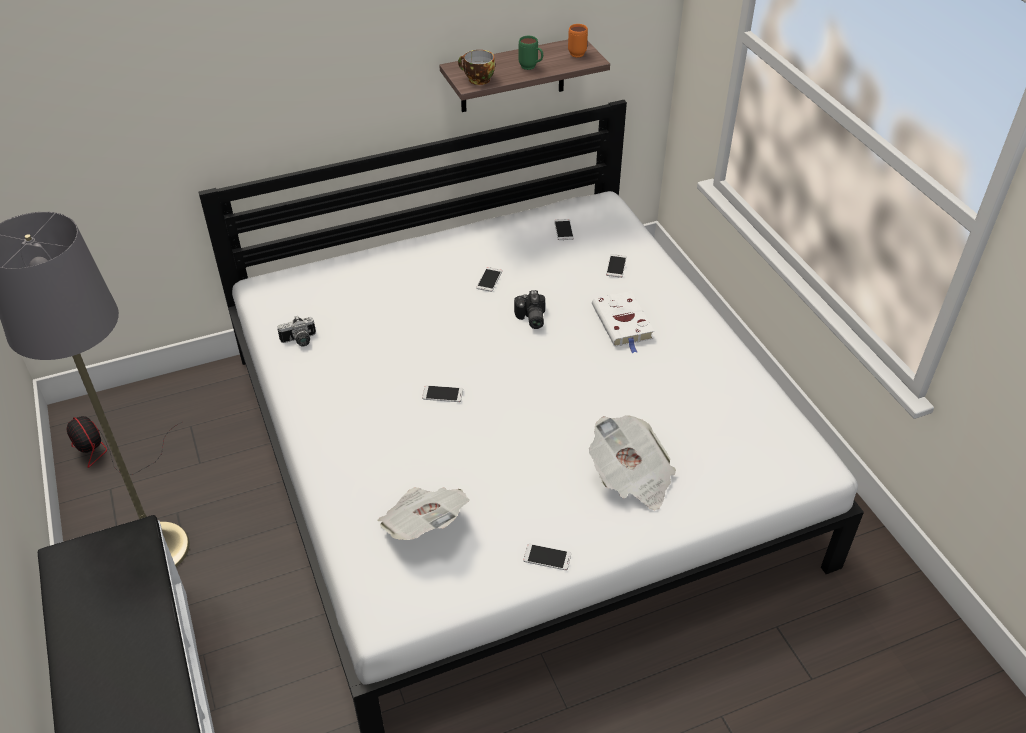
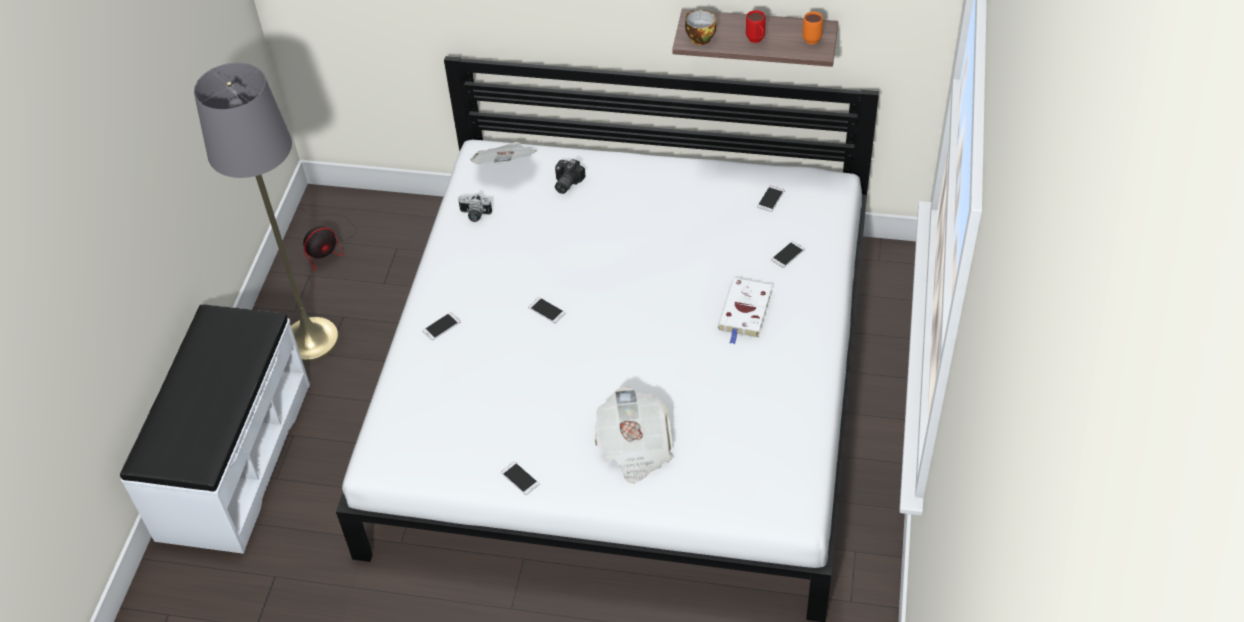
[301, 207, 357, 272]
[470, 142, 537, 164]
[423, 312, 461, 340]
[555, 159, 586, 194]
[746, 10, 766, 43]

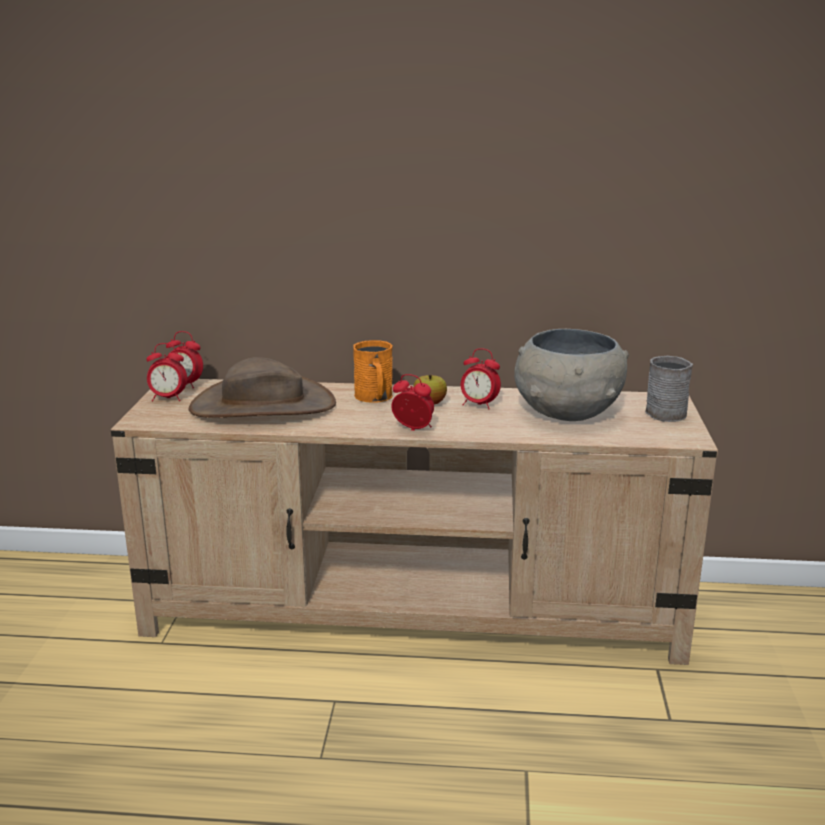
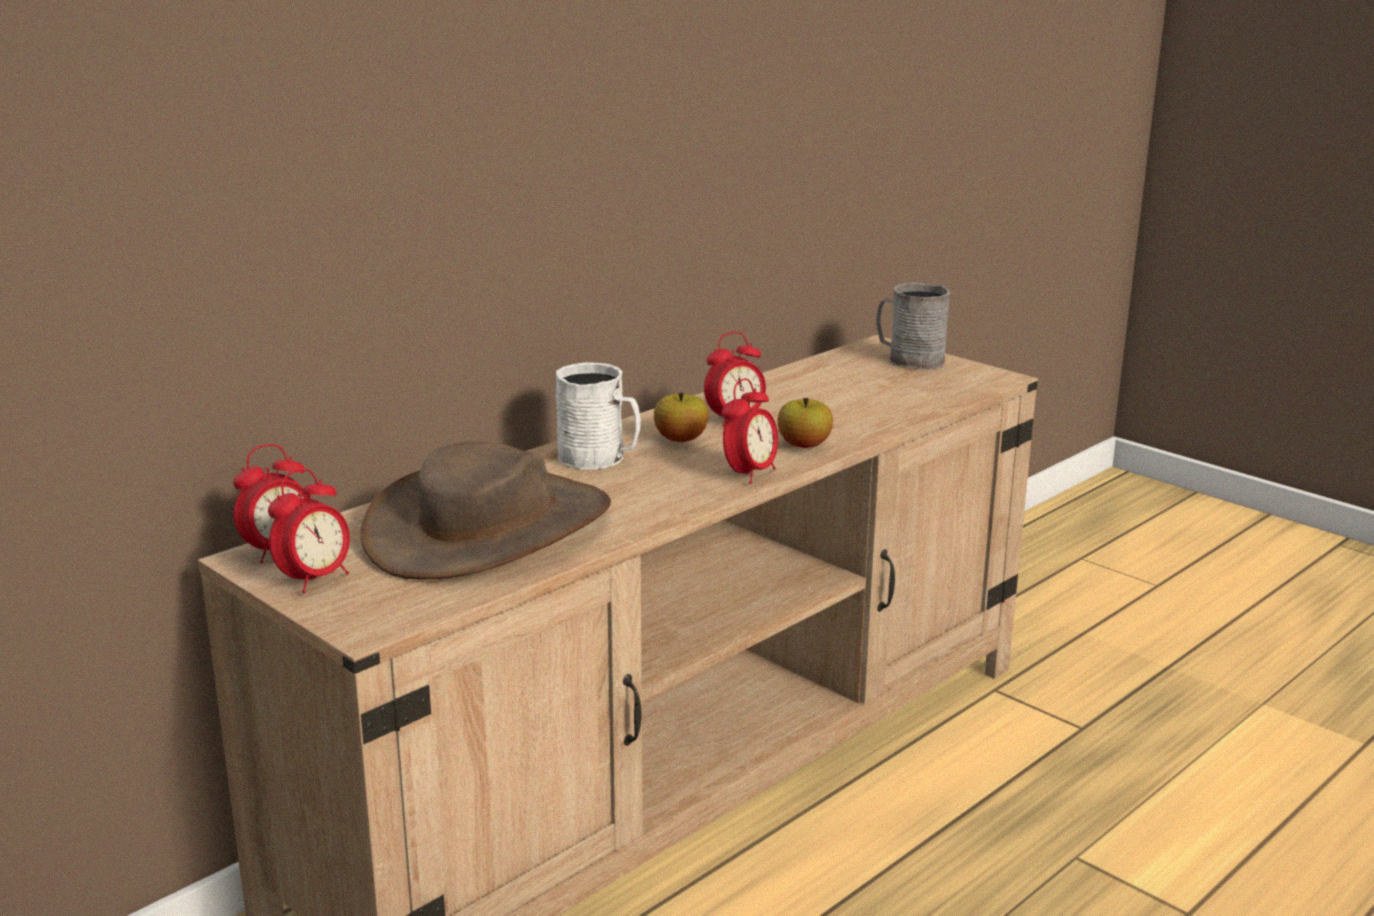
[556, 362, 641, 469]
[722, 378, 778, 484]
[514, 329, 629, 421] (first image)
[778, 398, 833, 448]

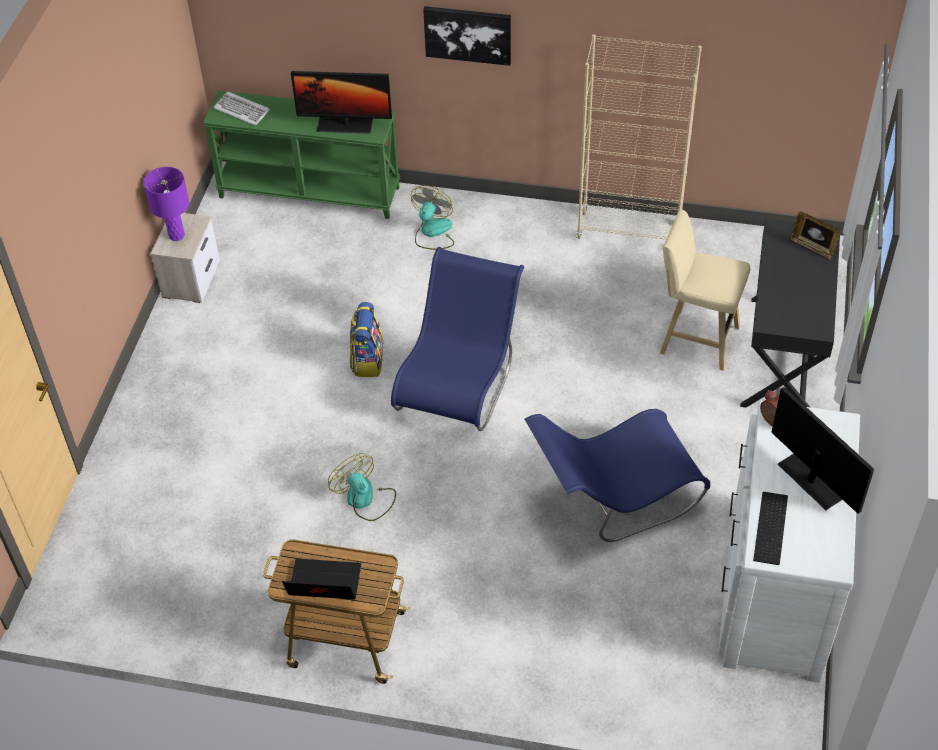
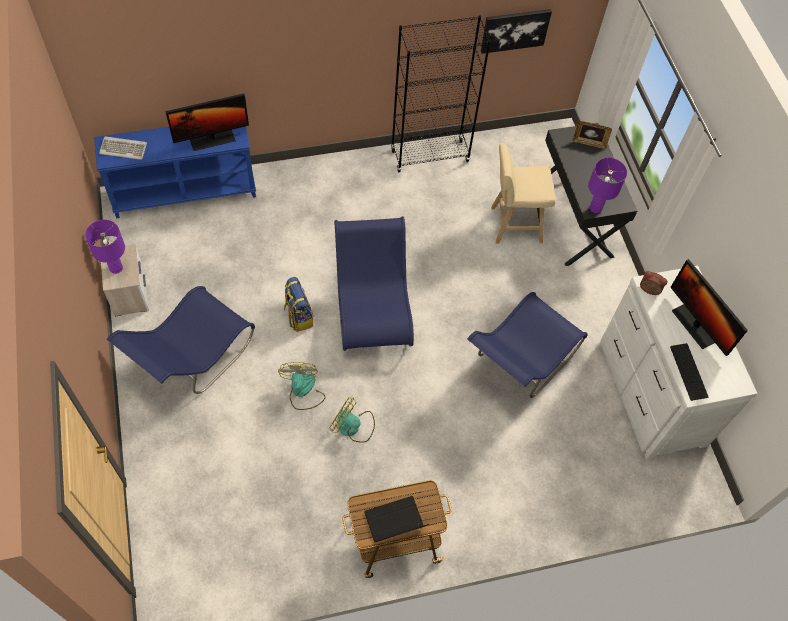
[94, 126, 256, 218]
[278, 362, 325, 410]
[481, 9, 552, 54]
[391, 16, 491, 172]
[671, 259, 748, 356]
[107, 286, 255, 394]
[588, 158, 627, 213]

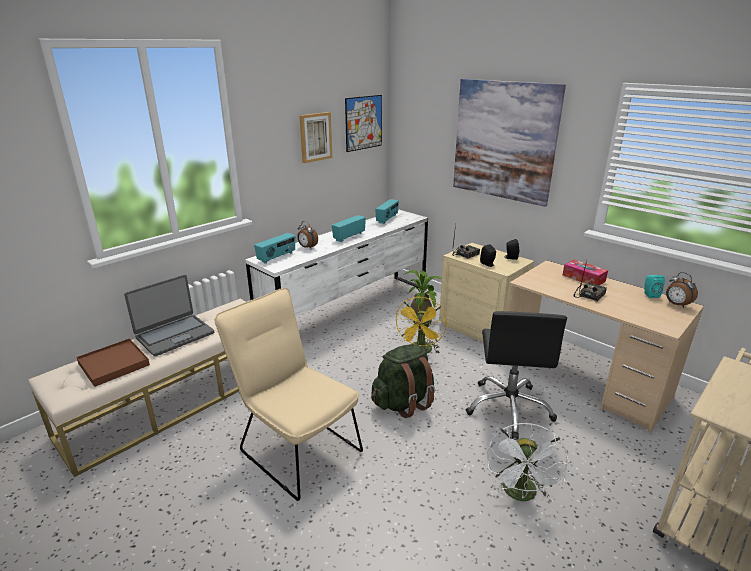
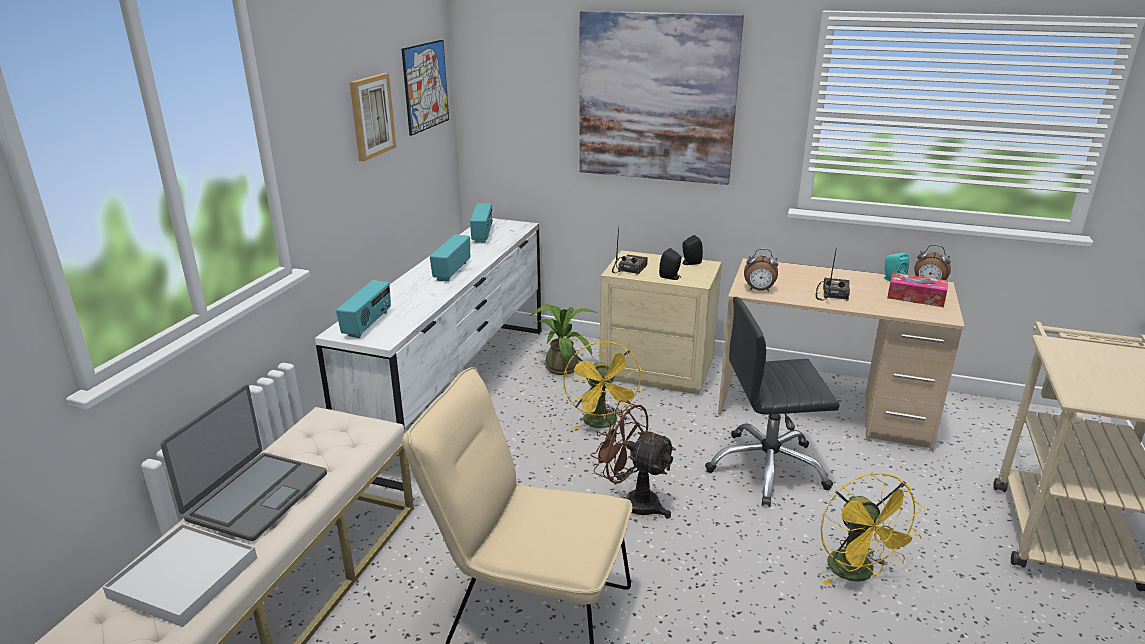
[102, 523, 257, 627]
[744, 249, 778, 292]
[590, 400, 676, 519]
[705, 297, 839, 507]
[821, 473, 925, 586]
[887, 273, 948, 307]

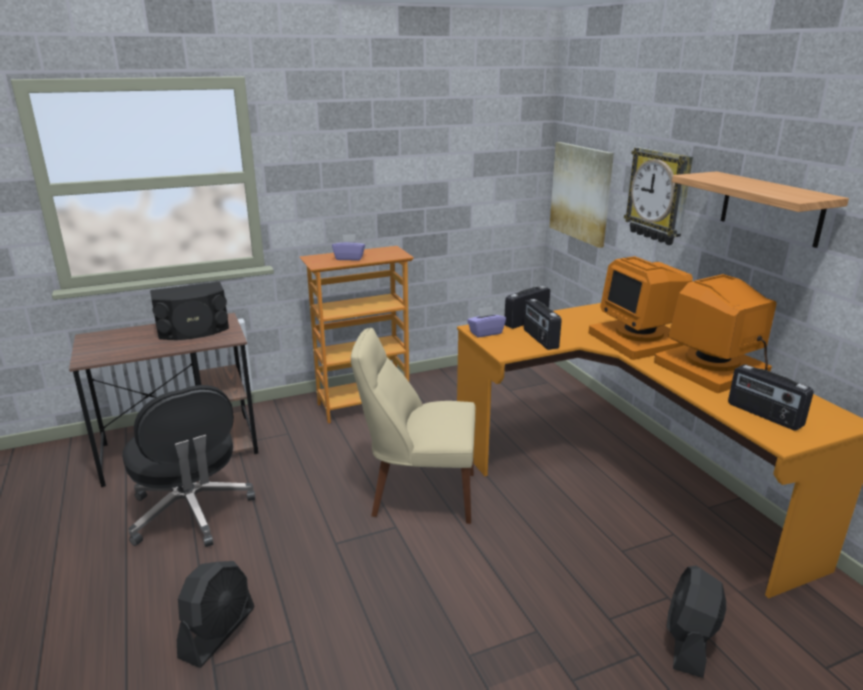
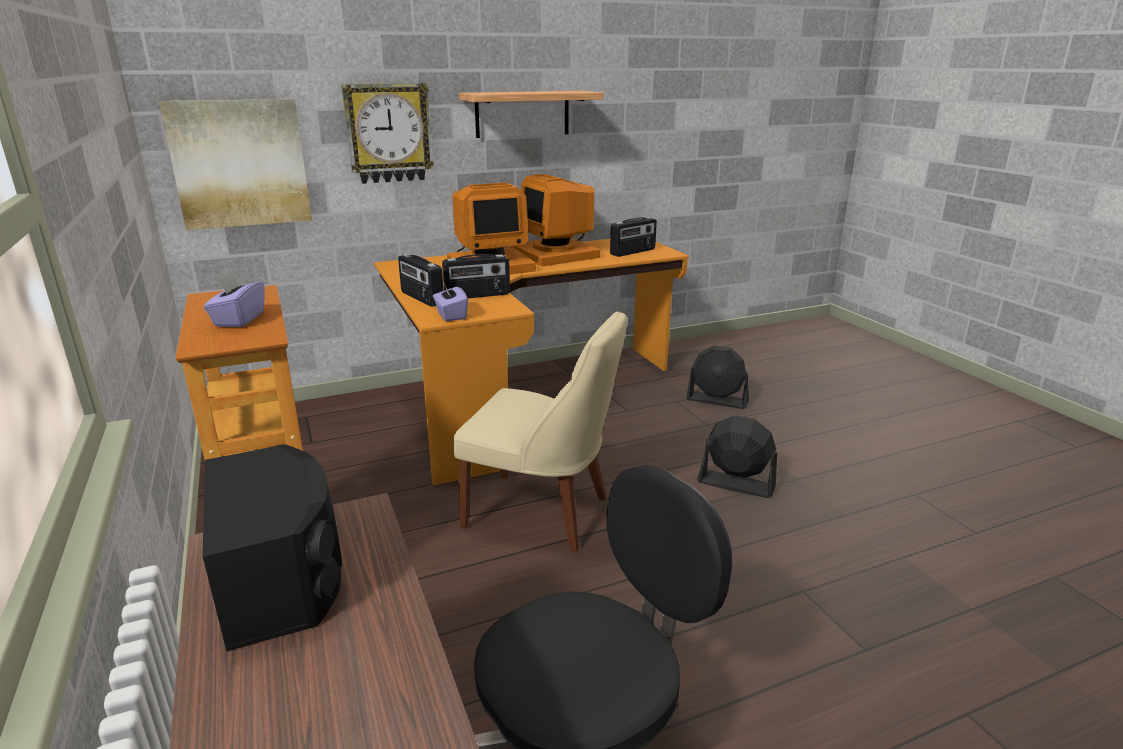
[697, 415, 777, 498]
[454, 312, 627, 552]

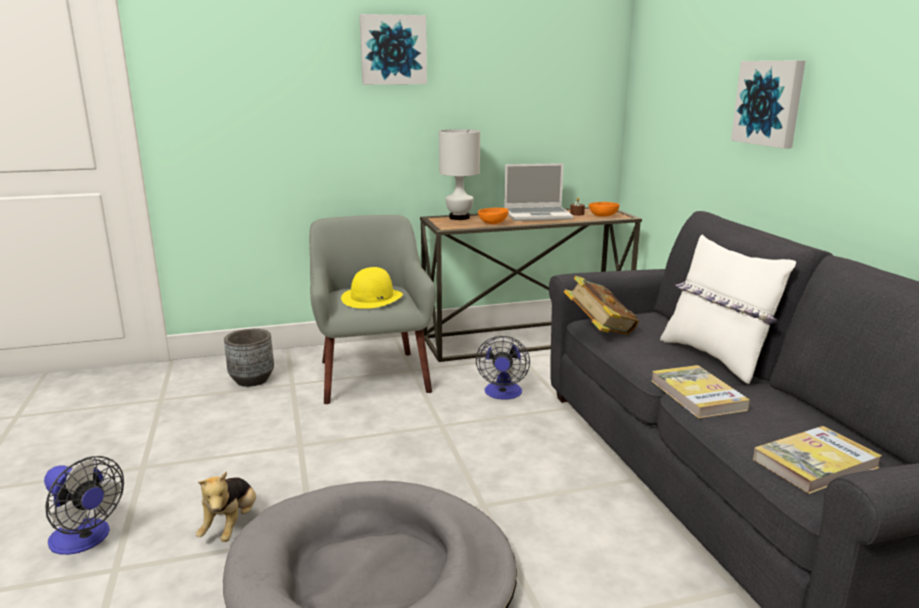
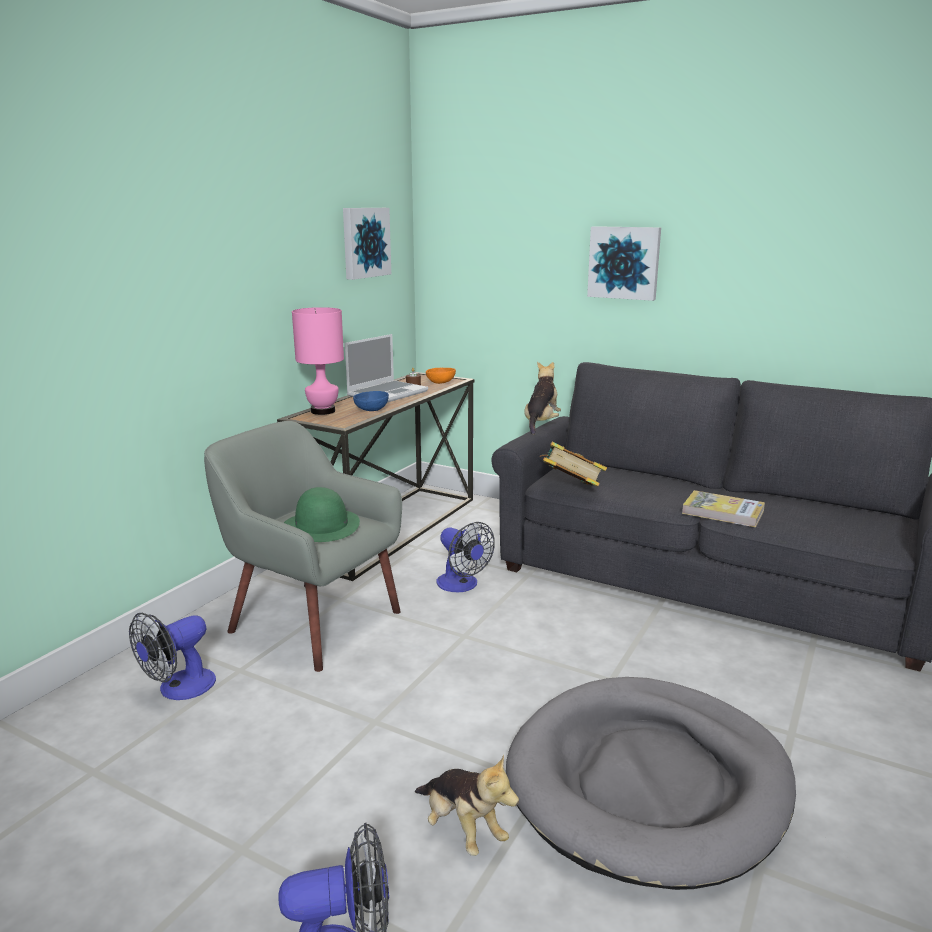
[129, 613, 216, 700]
[284, 487, 360, 542]
[343, 208, 391, 280]
[292, 307, 344, 415]
[353, 391, 389, 411]
[660, 235, 796, 384] (first image)
[753, 426, 882, 494] (first image)
[524, 362, 561, 435]

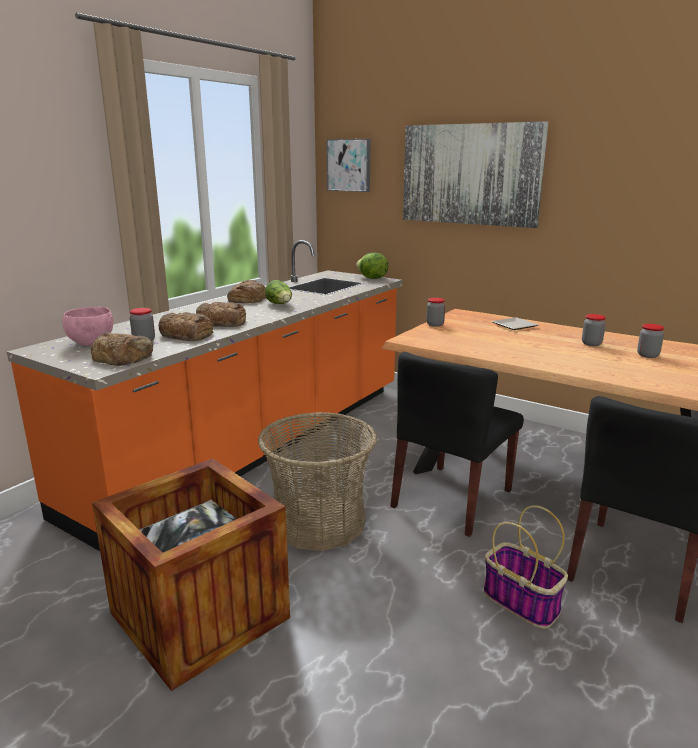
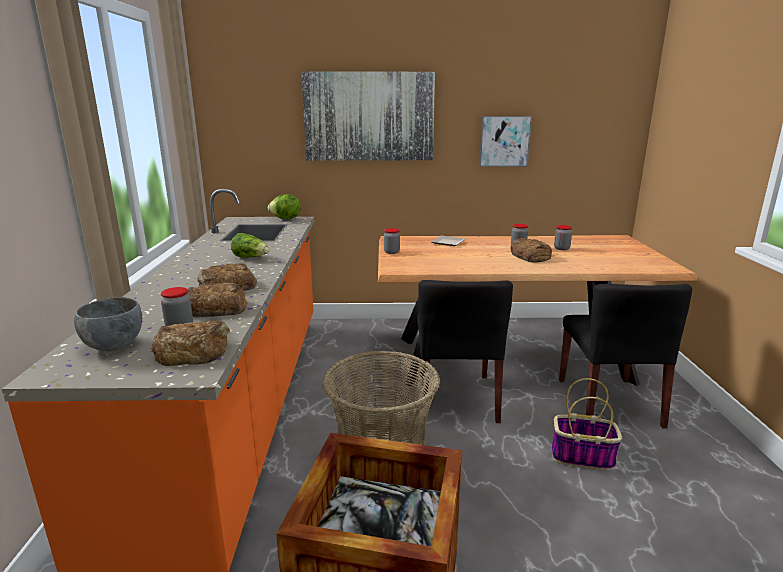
[74, 297, 142, 351]
[510, 238, 552, 263]
[479, 116, 532, 167]

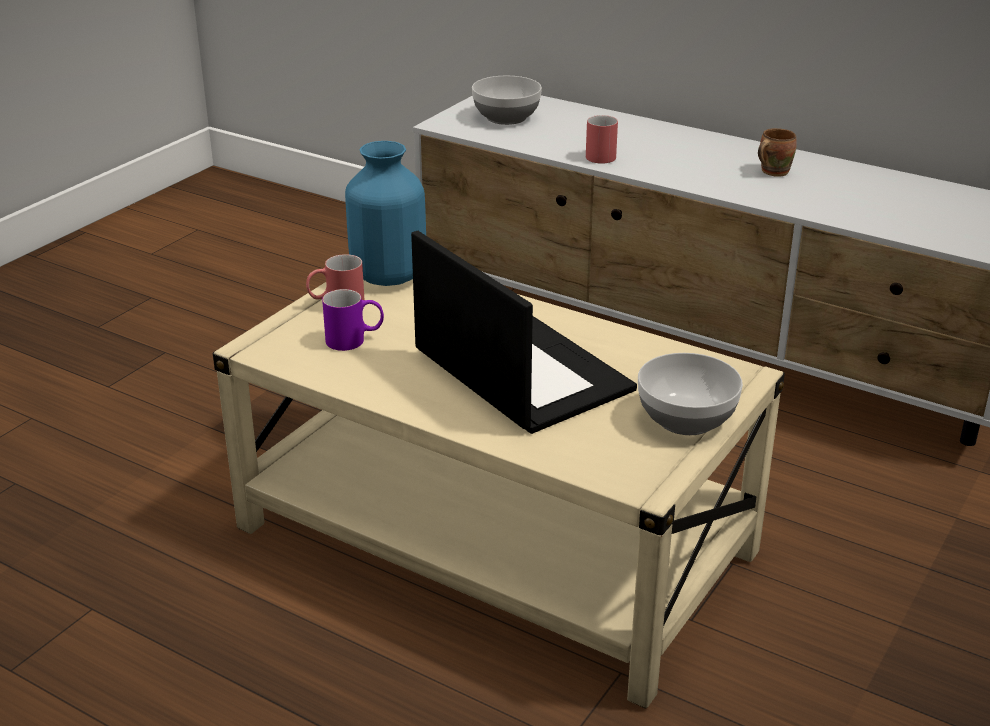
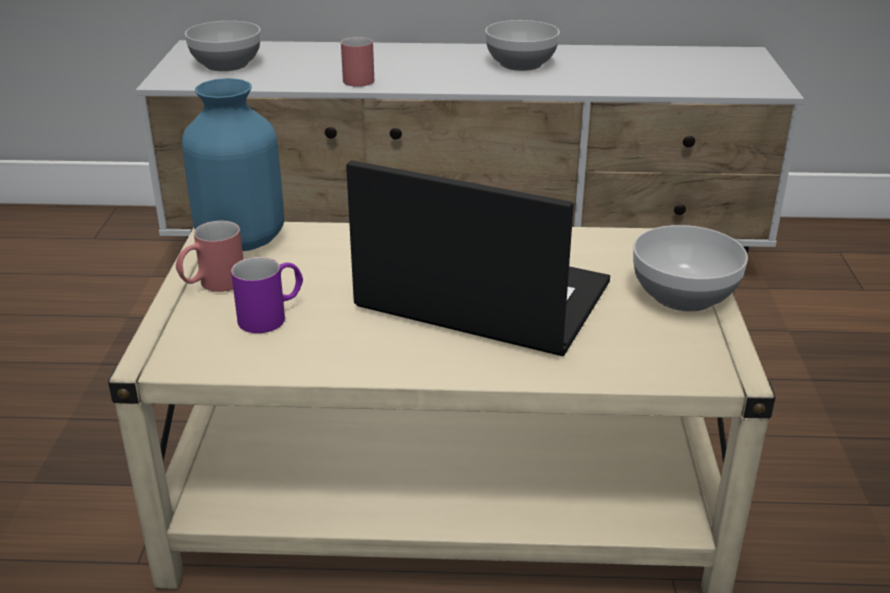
[485, 20, 560, 71]

